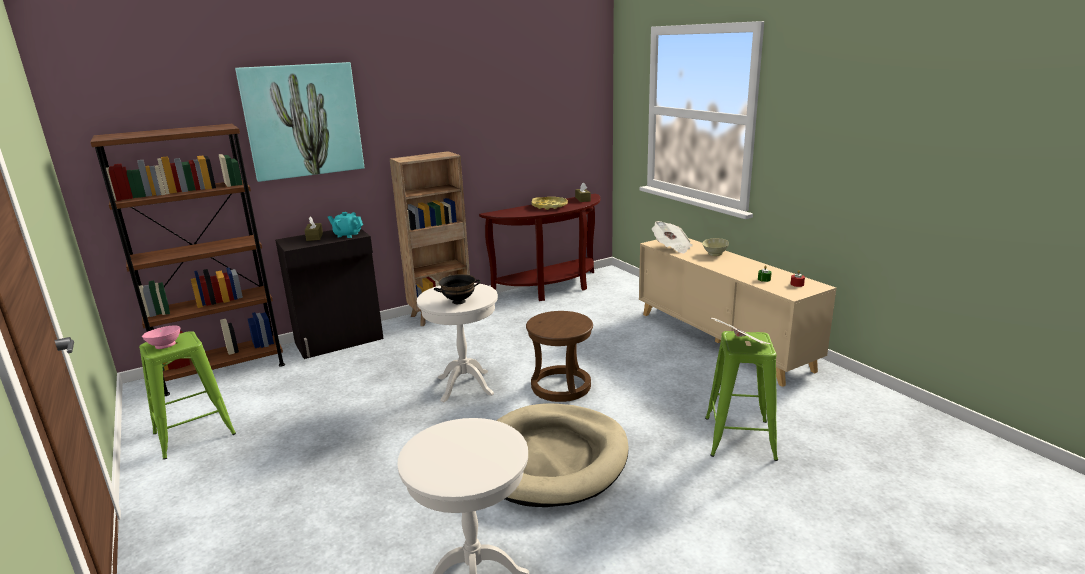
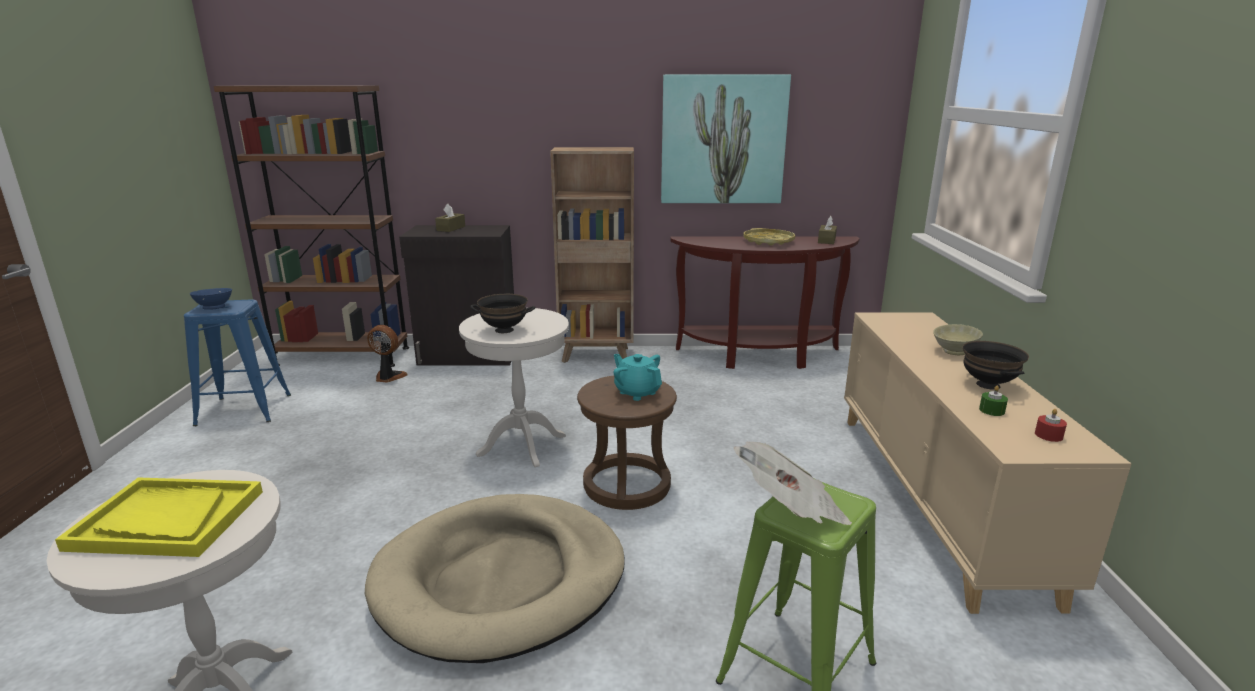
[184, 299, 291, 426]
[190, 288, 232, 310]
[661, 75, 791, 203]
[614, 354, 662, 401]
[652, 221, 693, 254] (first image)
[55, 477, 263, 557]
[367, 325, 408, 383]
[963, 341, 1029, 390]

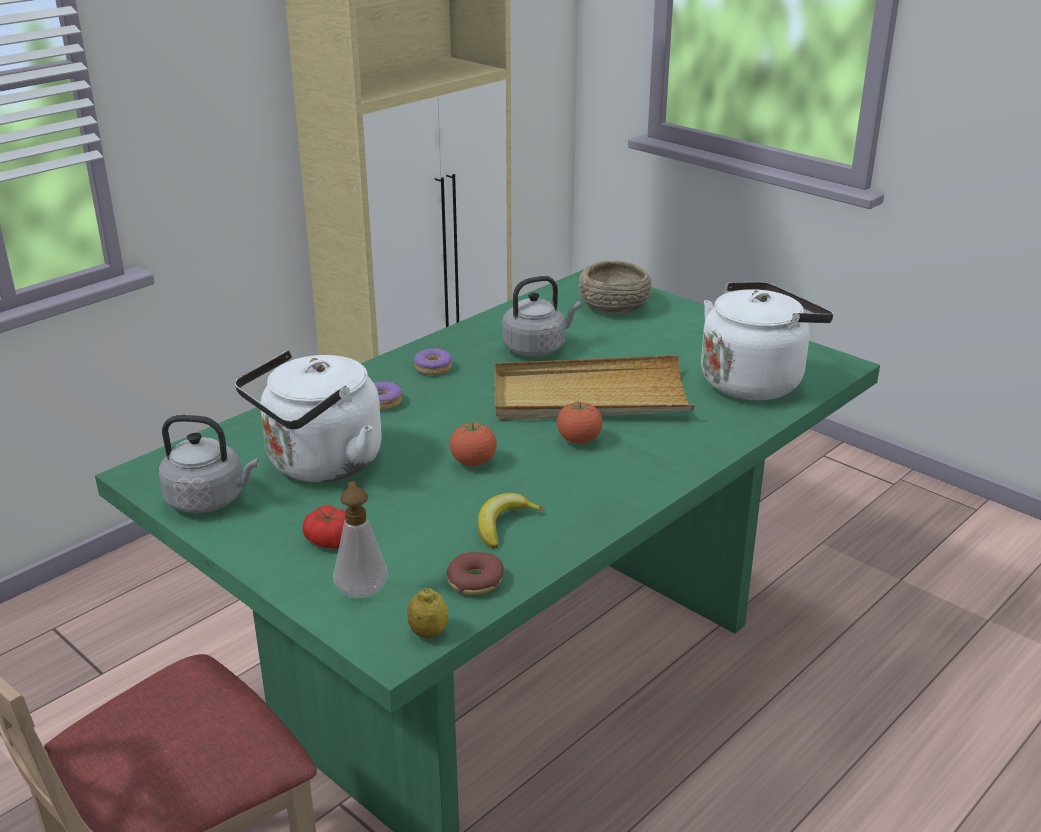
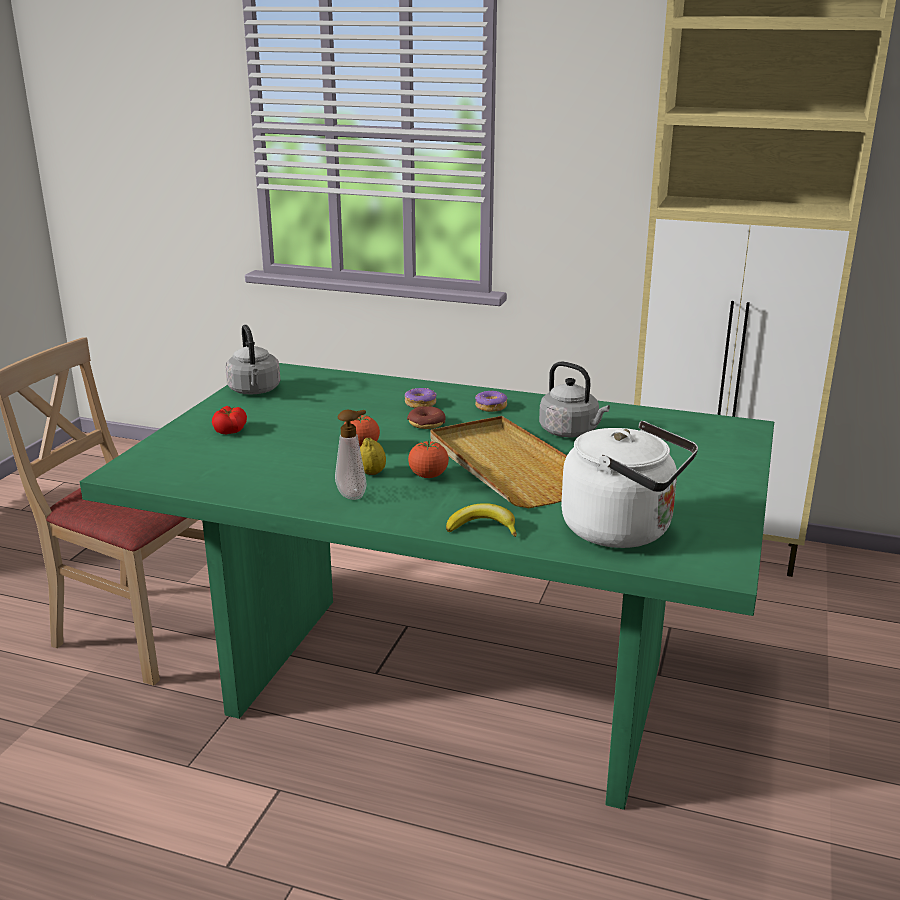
[235, 350, 382, 482] (first image)
[335, 410, 367, 500]
[360, 438, 386, 475]
[407, 406, 446, 429]
[446, 503, 517, 537]
[578, 261, 652, 314] (first image)

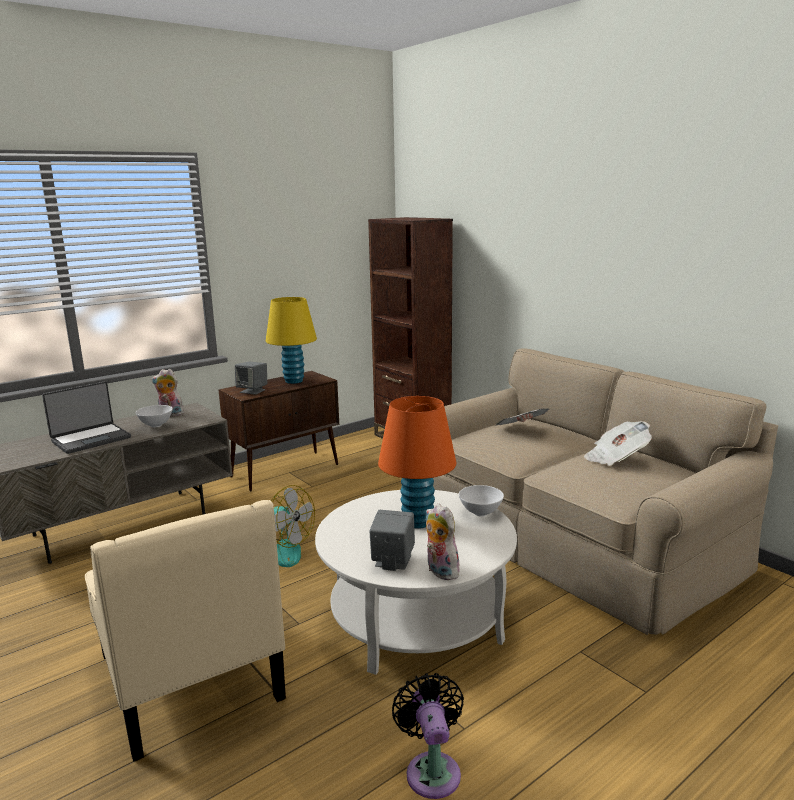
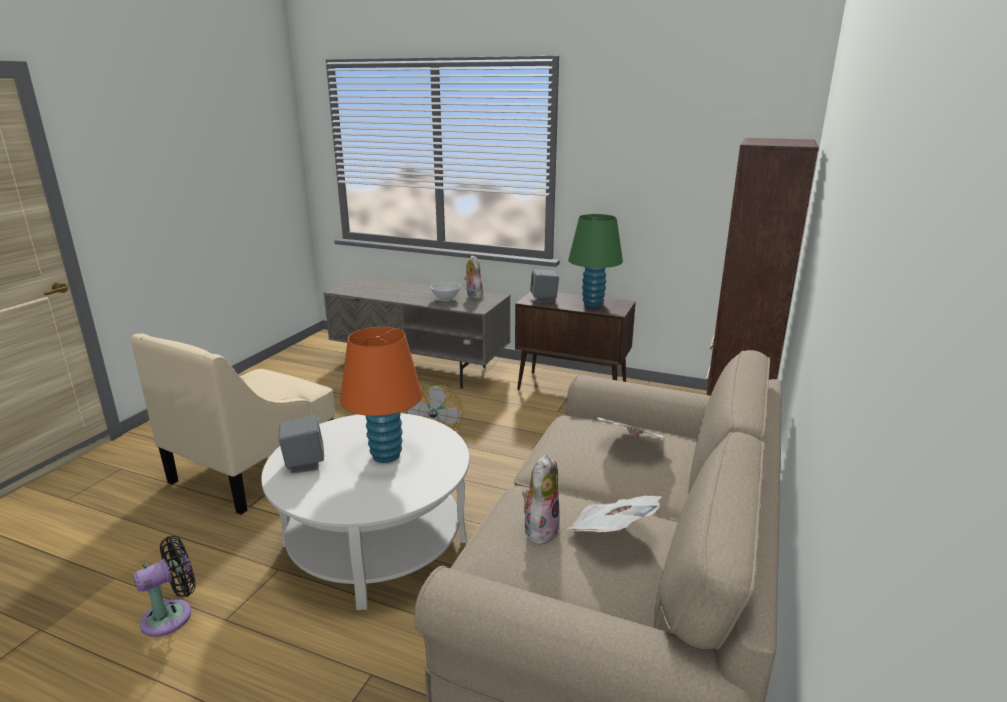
[42, 381, 131, 454] (first image)
[568, 214, 623, 307]
[522, 455, 560, 545]
[459, 485, 504, 517] (first image)

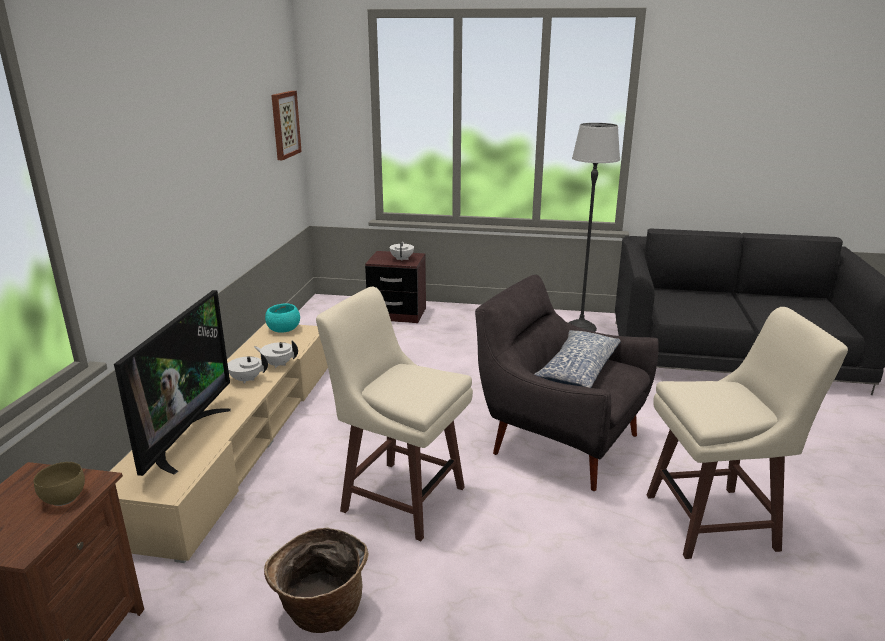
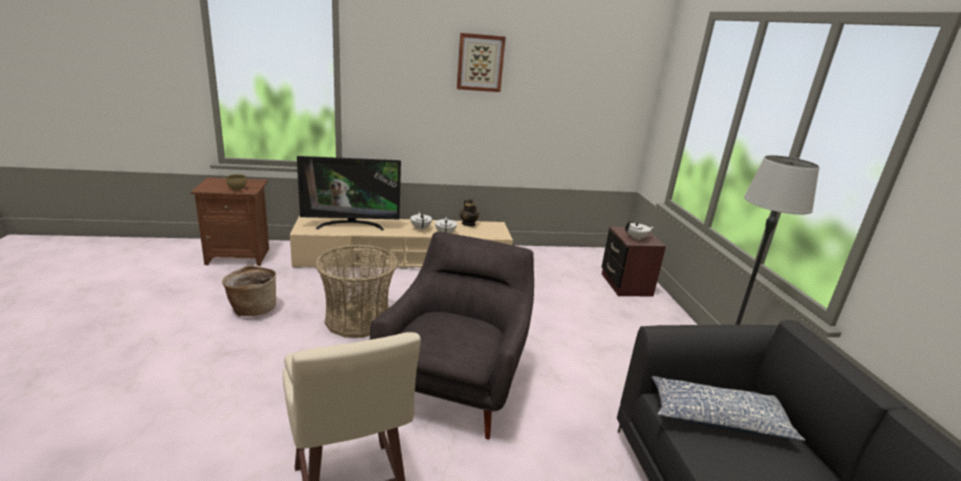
[265, 303, 300, 333] (first image)
[457, 33, 506, 92]
[315, 244, 398, 338]
[652, 376, 806, 441]
[460, 198, 479, 227]

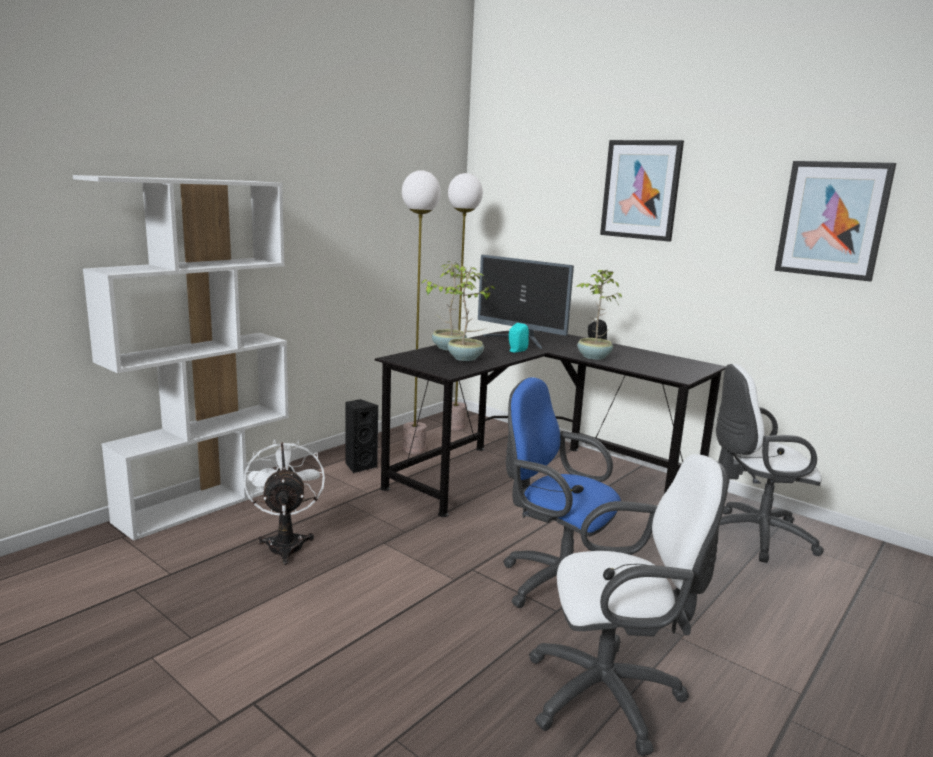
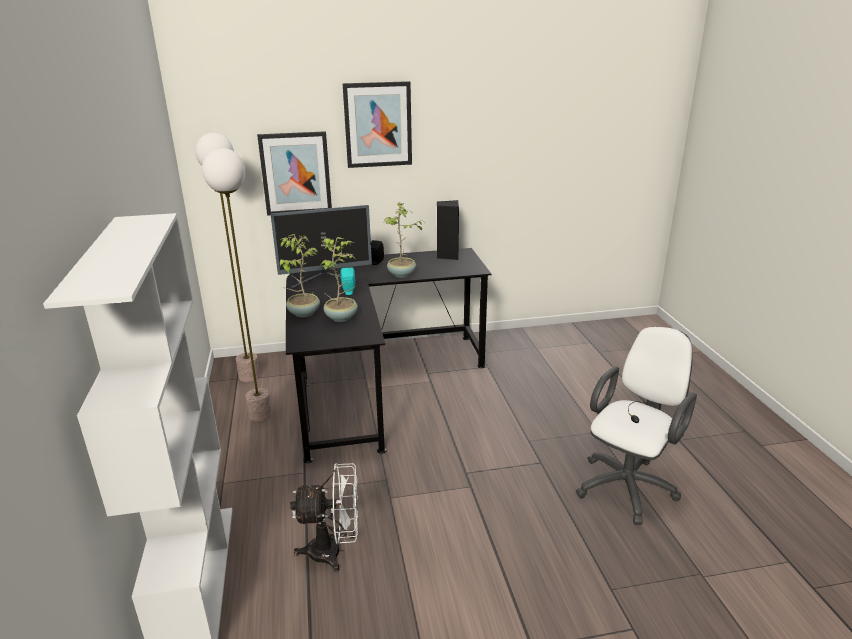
[290, 463, 358, 572]
[437, 200, 459, 260]
[503, 377, 621, 608] (first image)
[716, 364, 824, 563] (first image)
[257, 131, 332, 216]

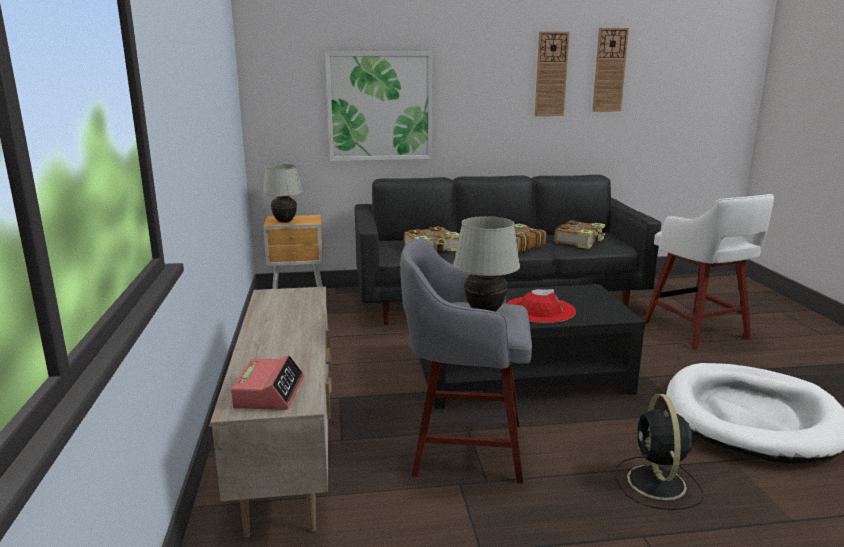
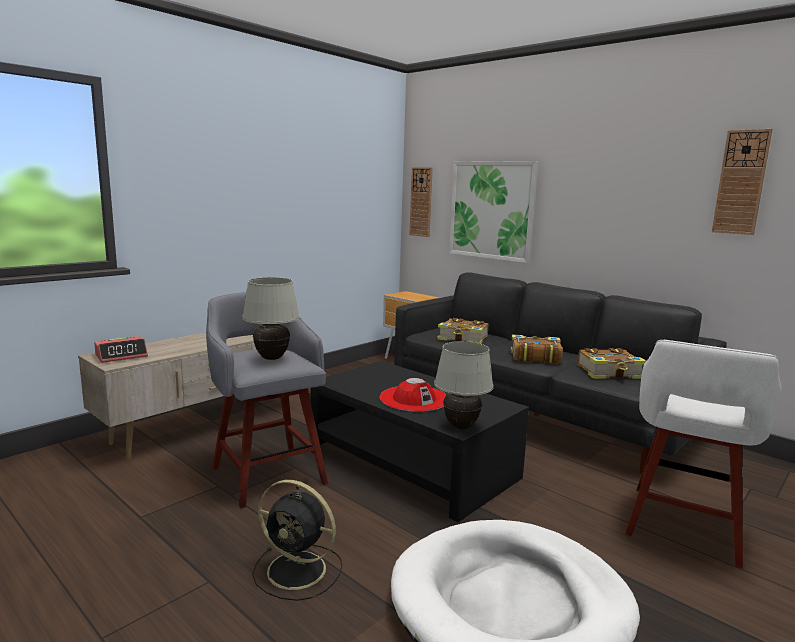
[434, 341, 494, 429]
[409, 167, 433, 237]
[252, 480, 342, 601]

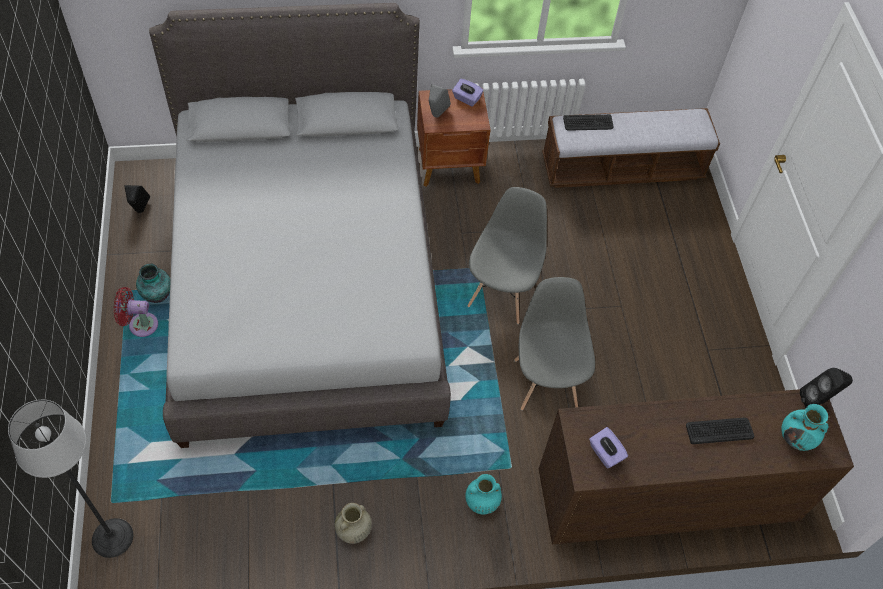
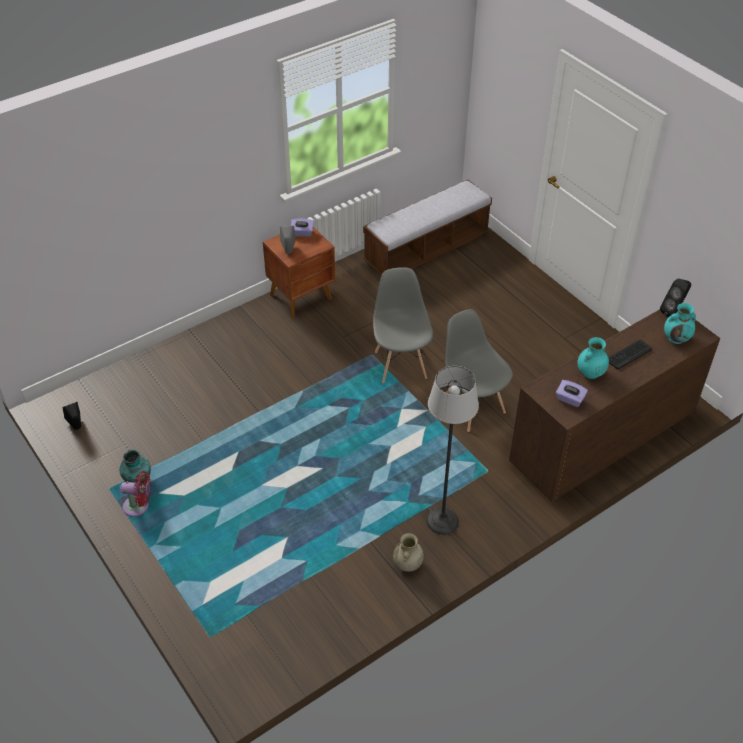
[426, 366, 479, 535]
[120, 471, 151, 517]
[149, 3, 451, 448] (first image)
[578, 337, 609, 379]
[563, 114, 613, 131] (first image)

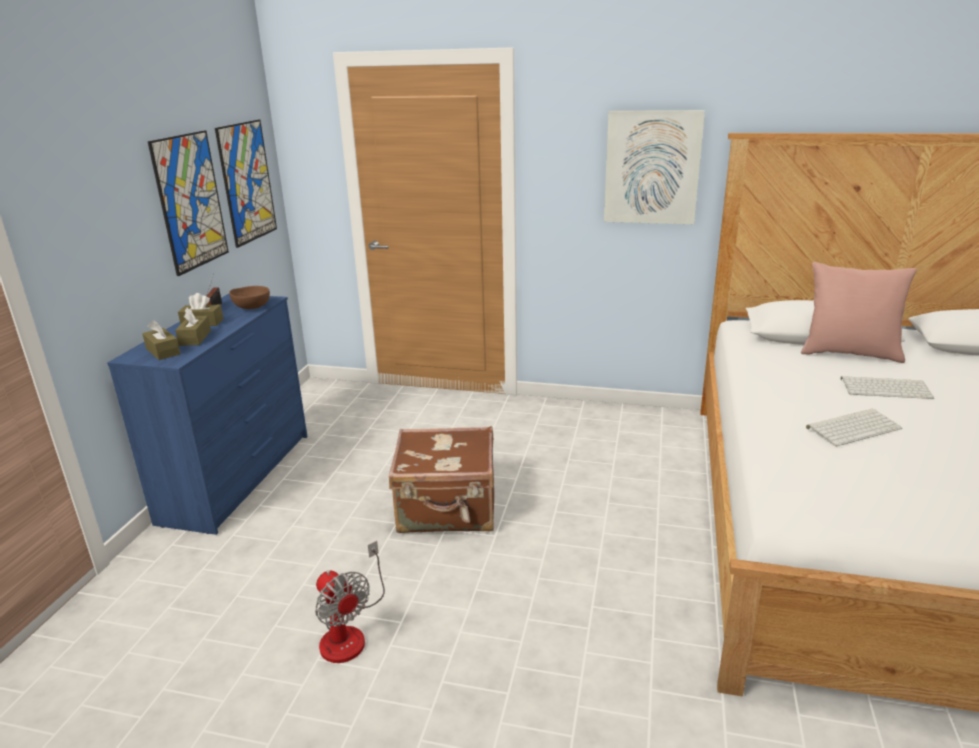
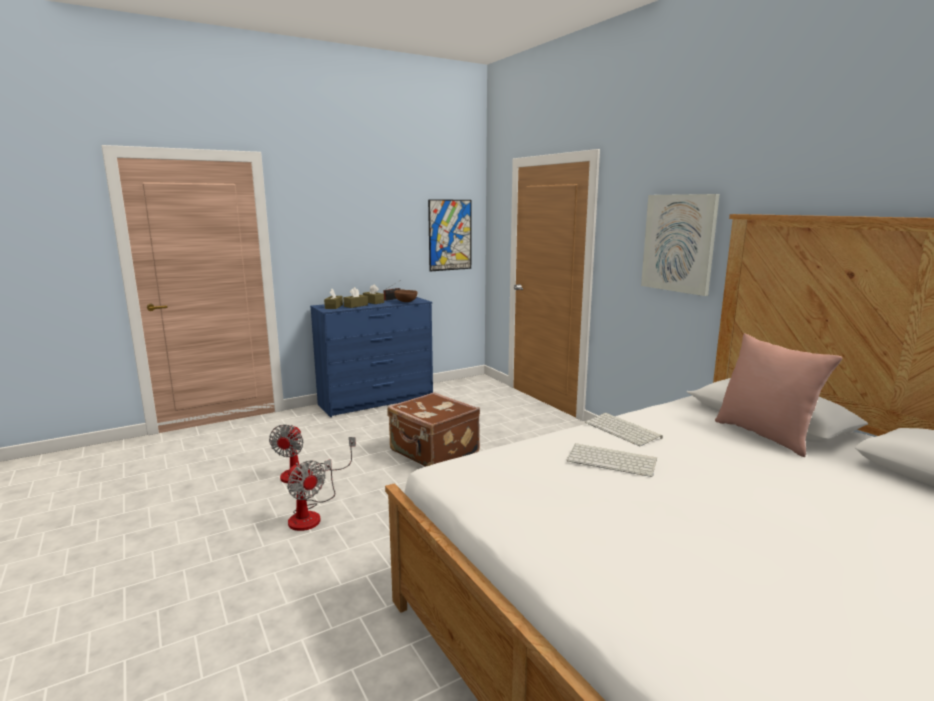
[148, 130, 229, 276] (first image)
[585, 413, 663, 446]
[287, 459, 335, 531]

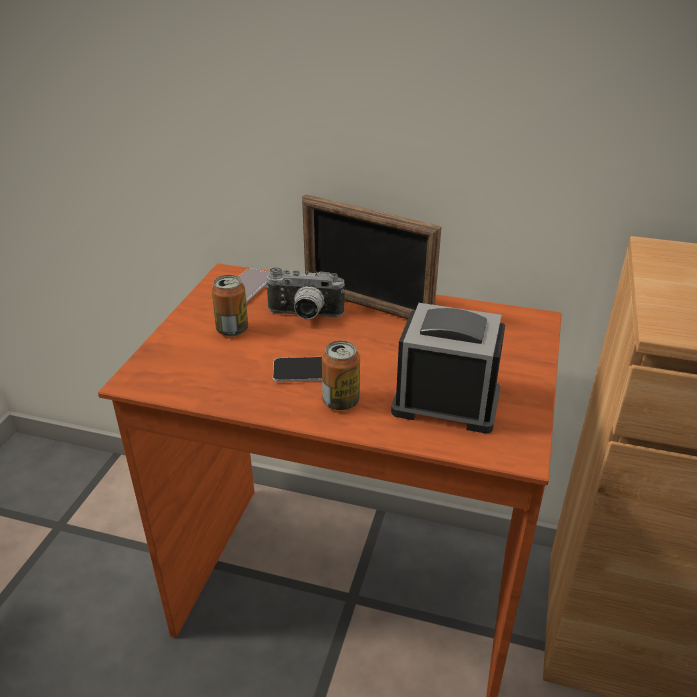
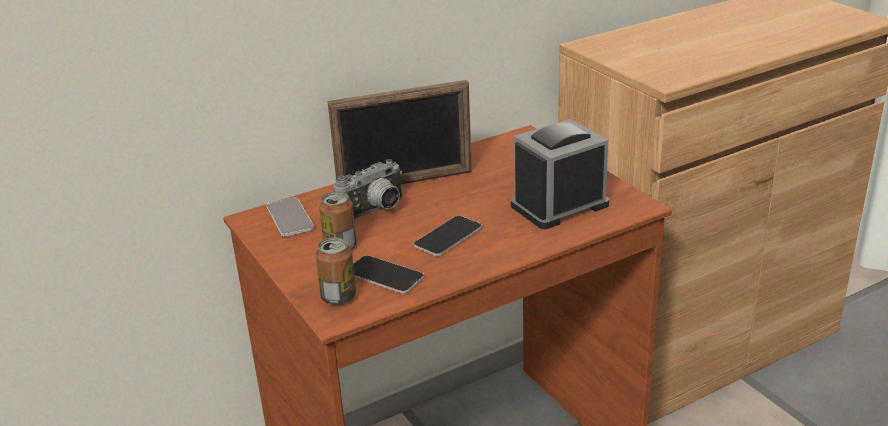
[316, 237, 356, 305]
[353, 255, 424, 294]

